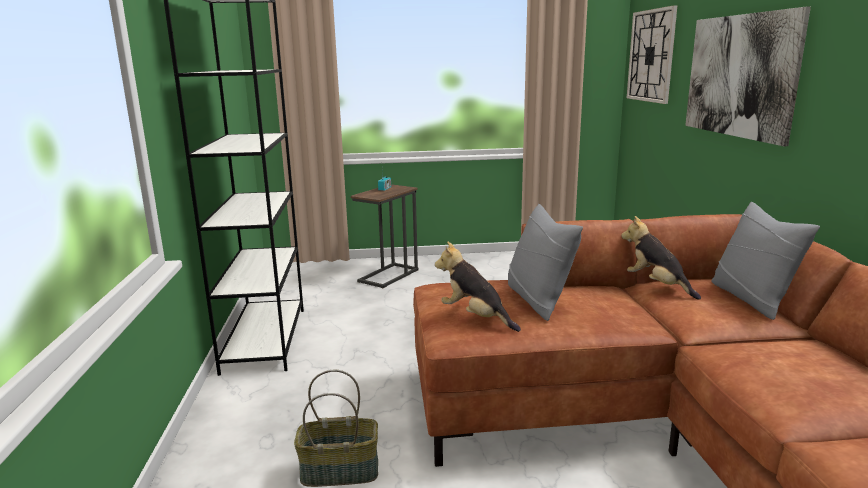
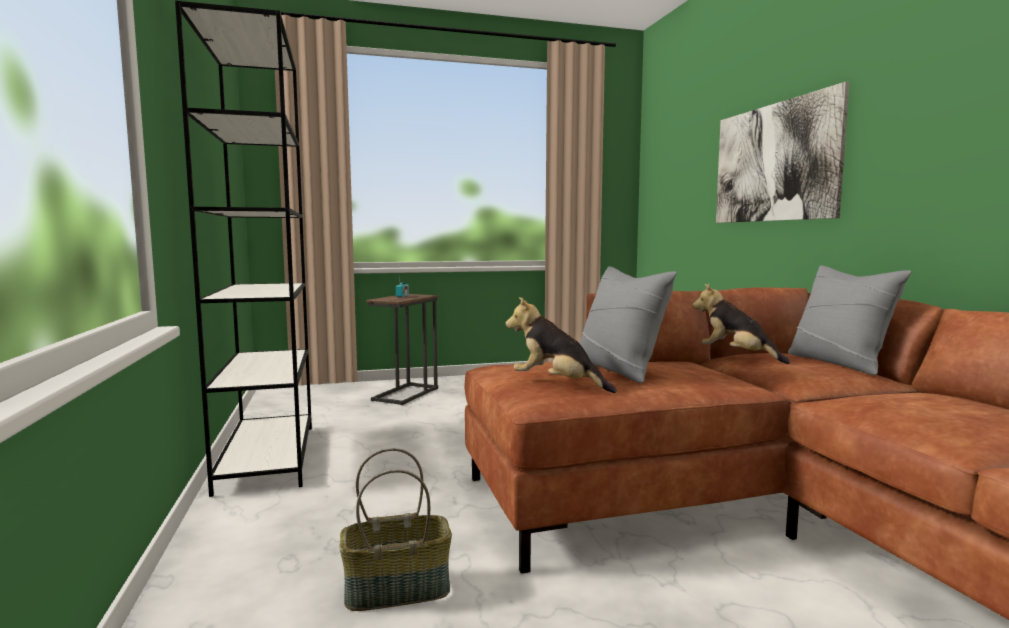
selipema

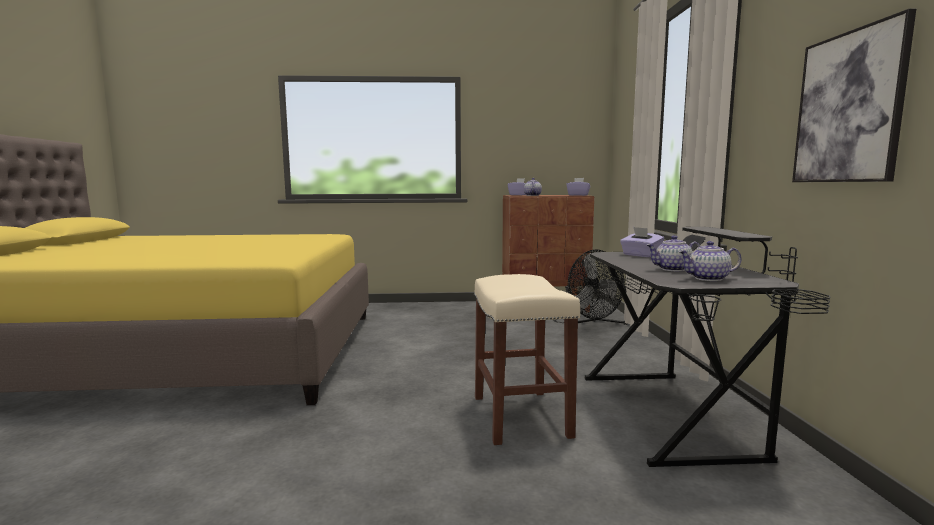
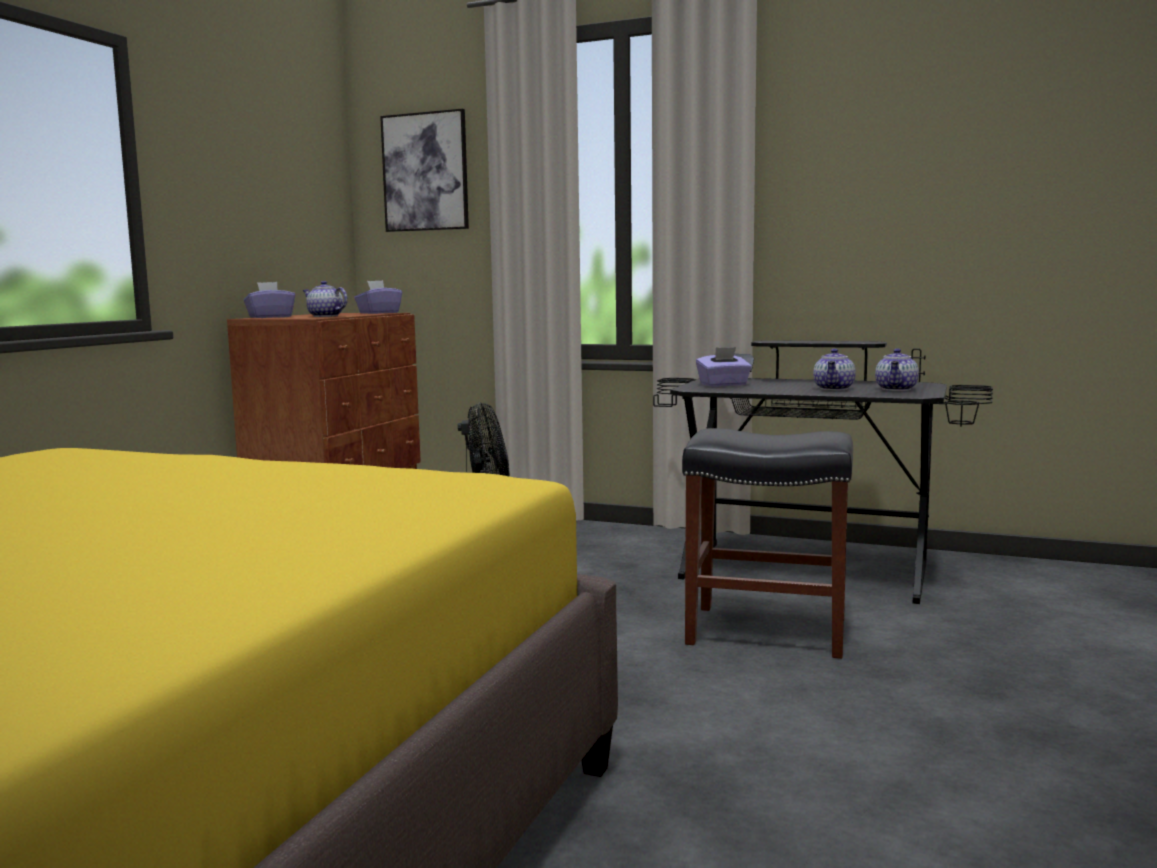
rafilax
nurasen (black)

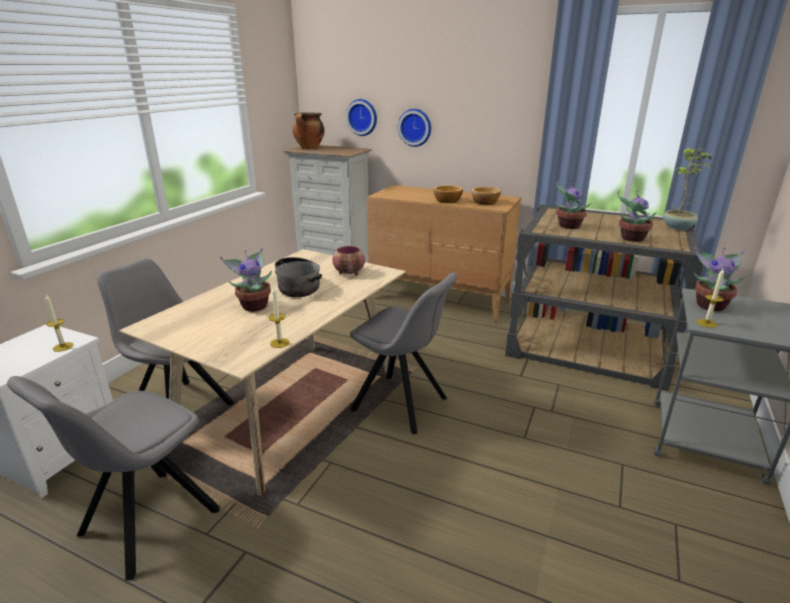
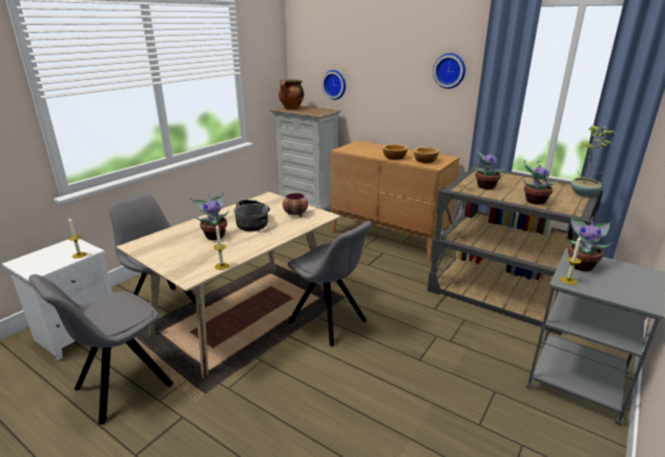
selipema (no. 2 from left)

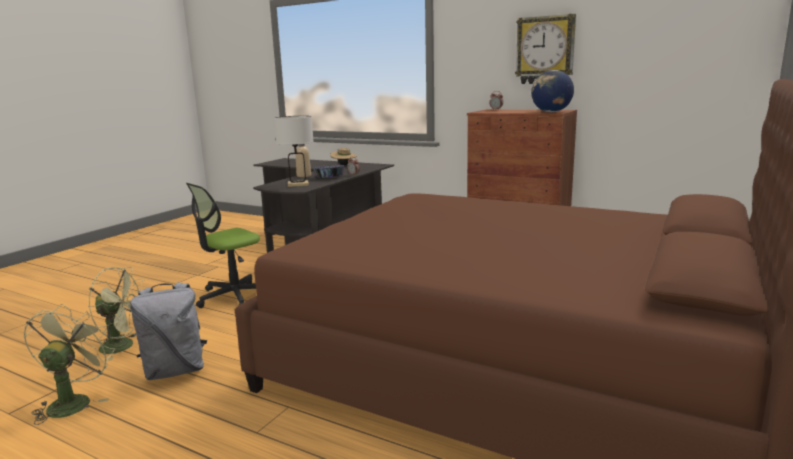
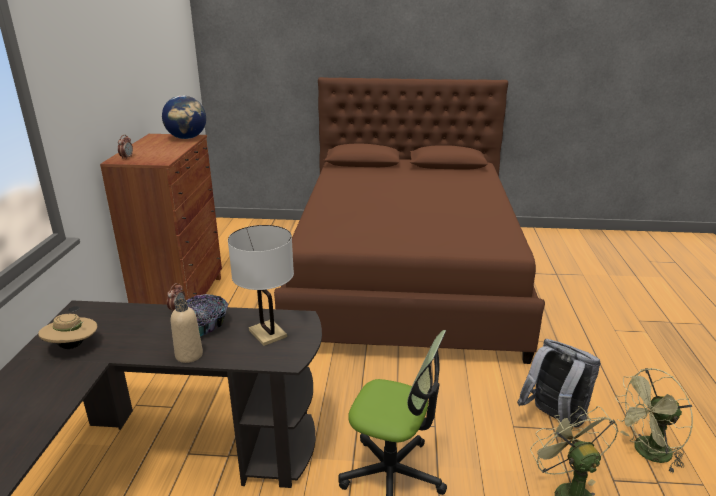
selipema

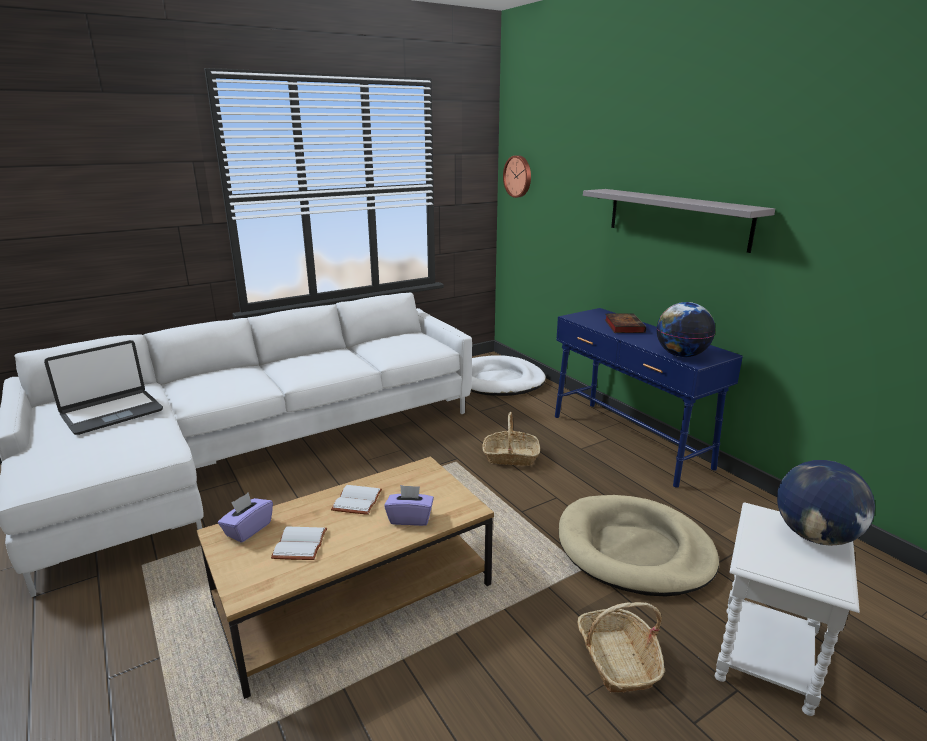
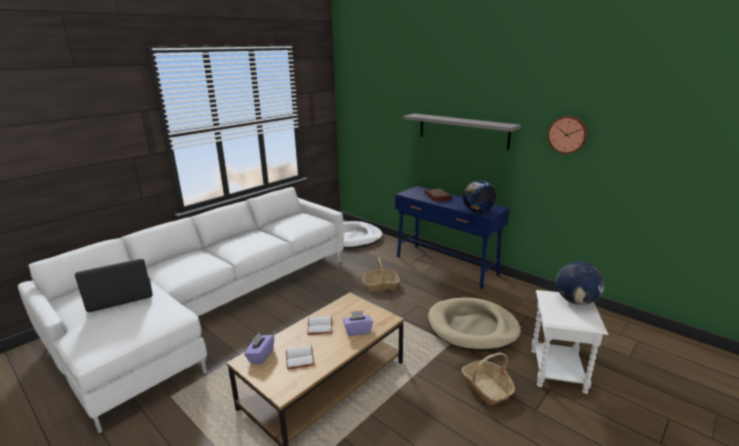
selipema
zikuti

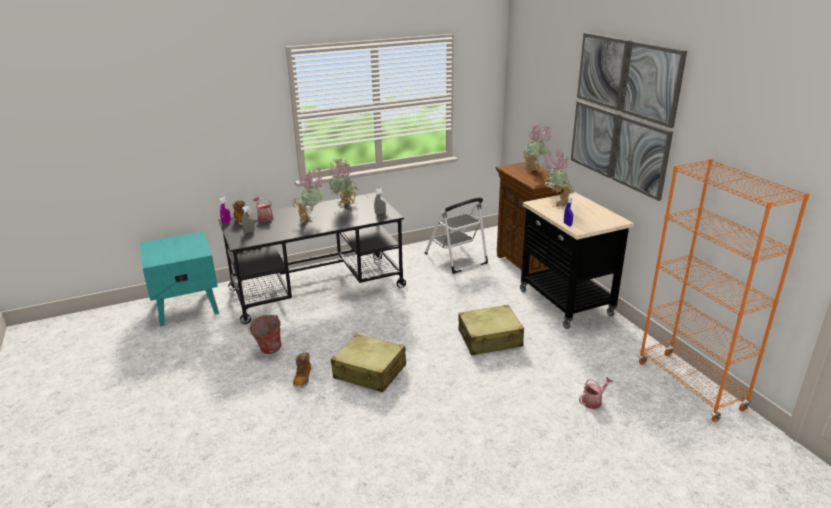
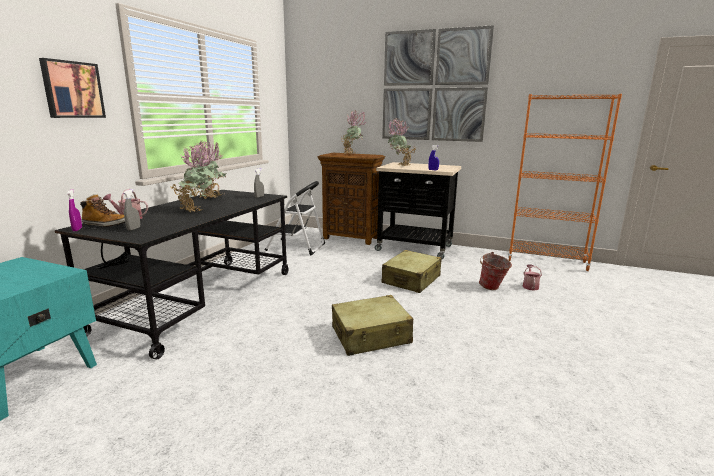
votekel (no. 2 from left in the first image)
rafilax (no. 1 from left)
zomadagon

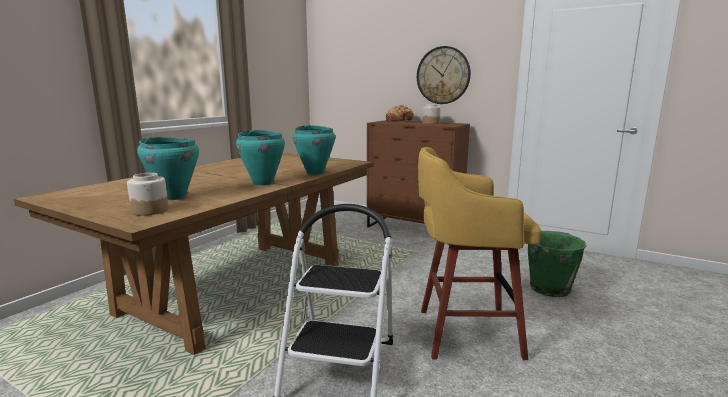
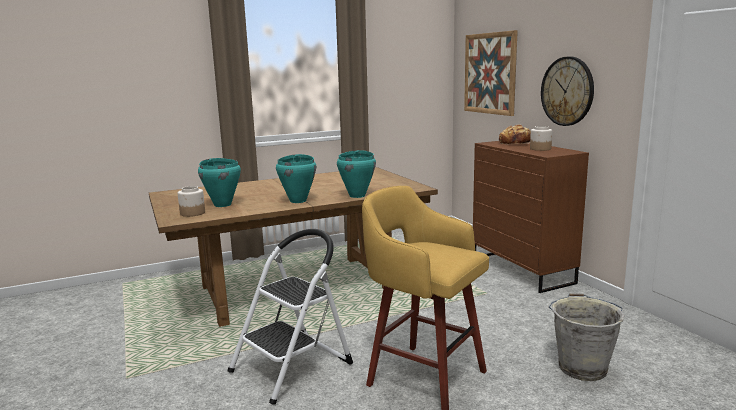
rafilax
zomadagon (grey)

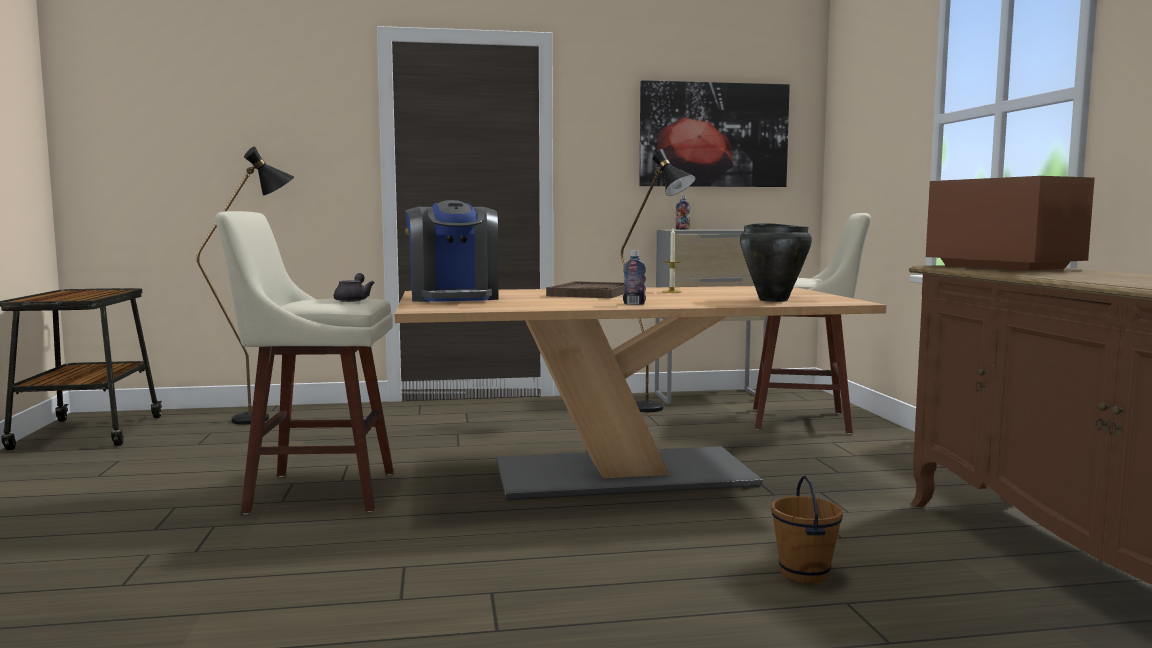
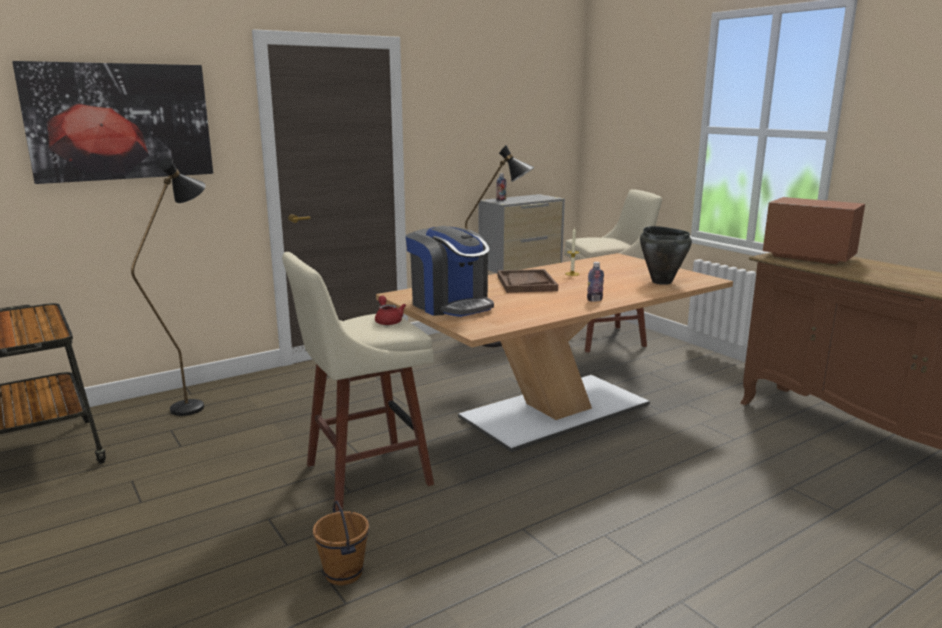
rafilax
zomadagon (brown)
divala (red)

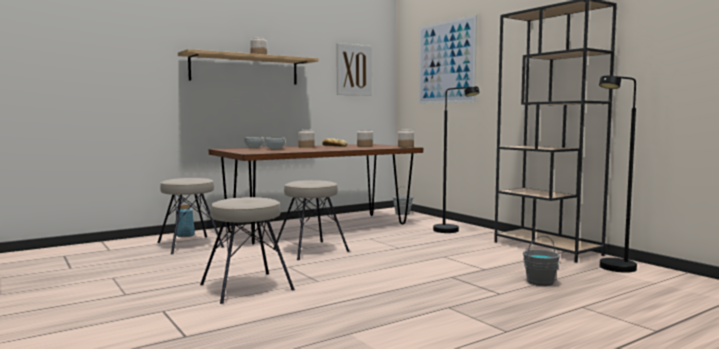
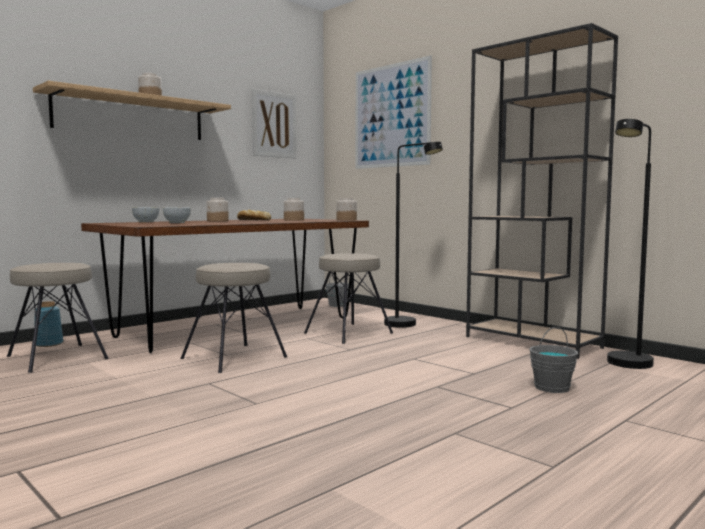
nurasen (beige) (no. 3 from left)

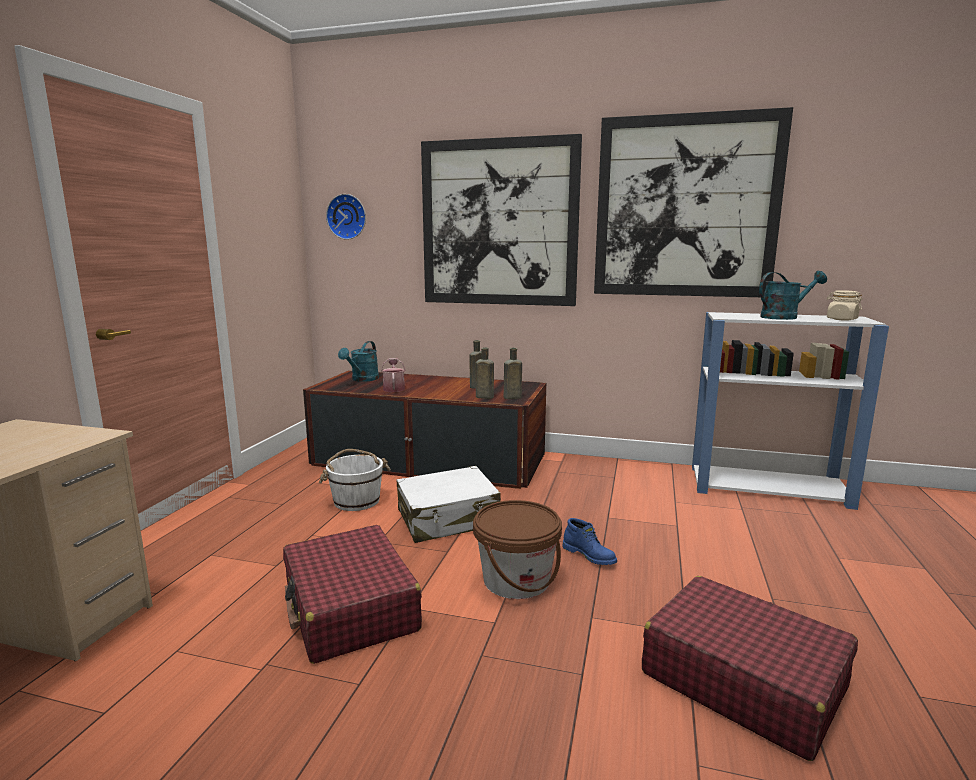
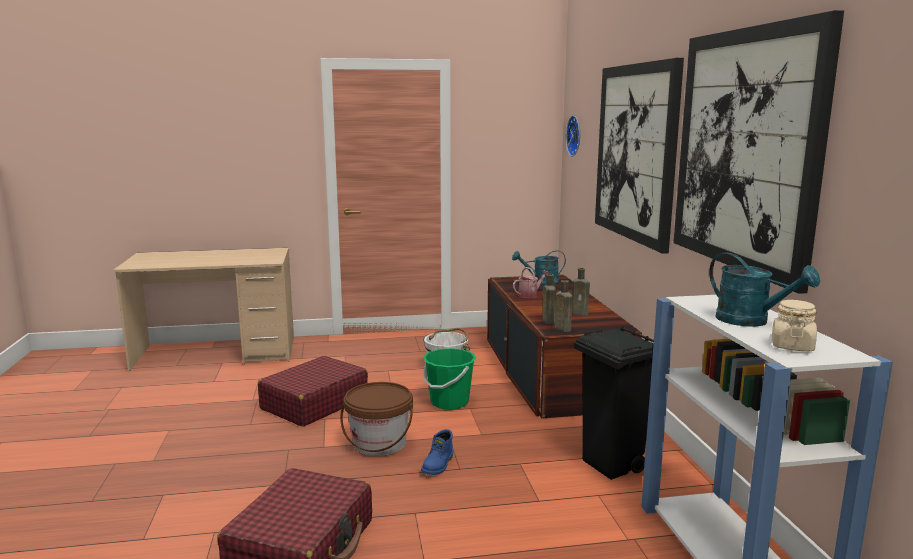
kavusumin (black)
zomadagon (green)

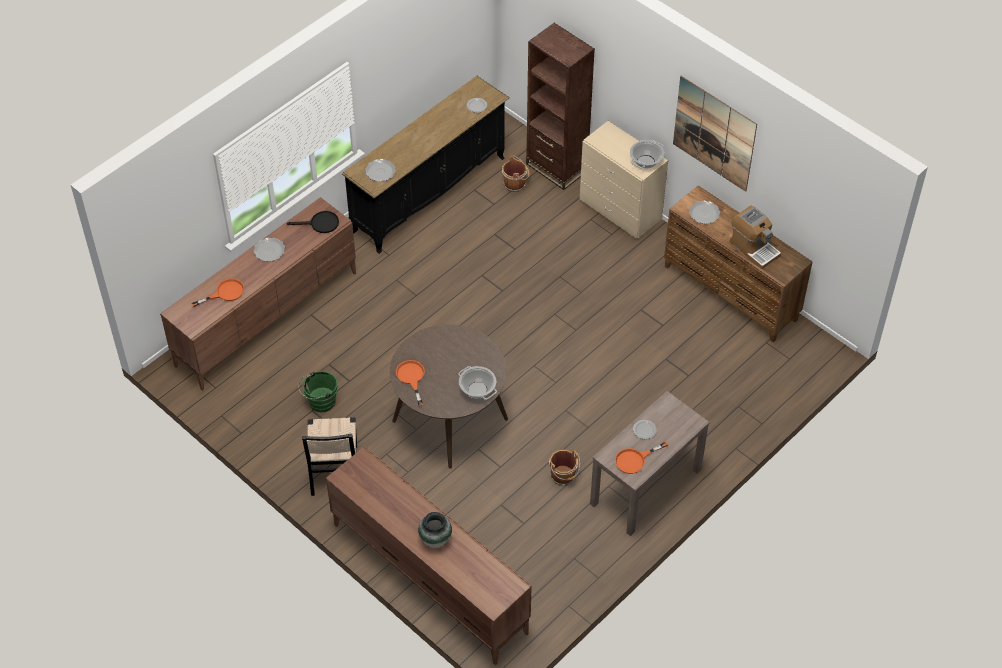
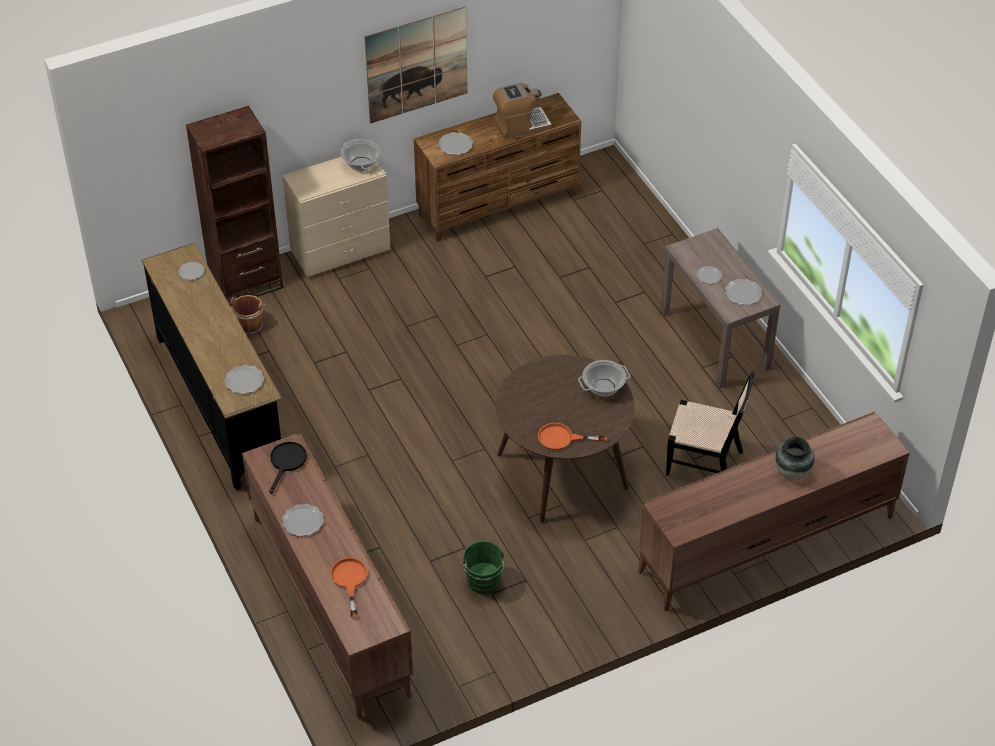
zomadagon (brown) (no. 2 from left in the first image)
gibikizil
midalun (no. 6 from left)

